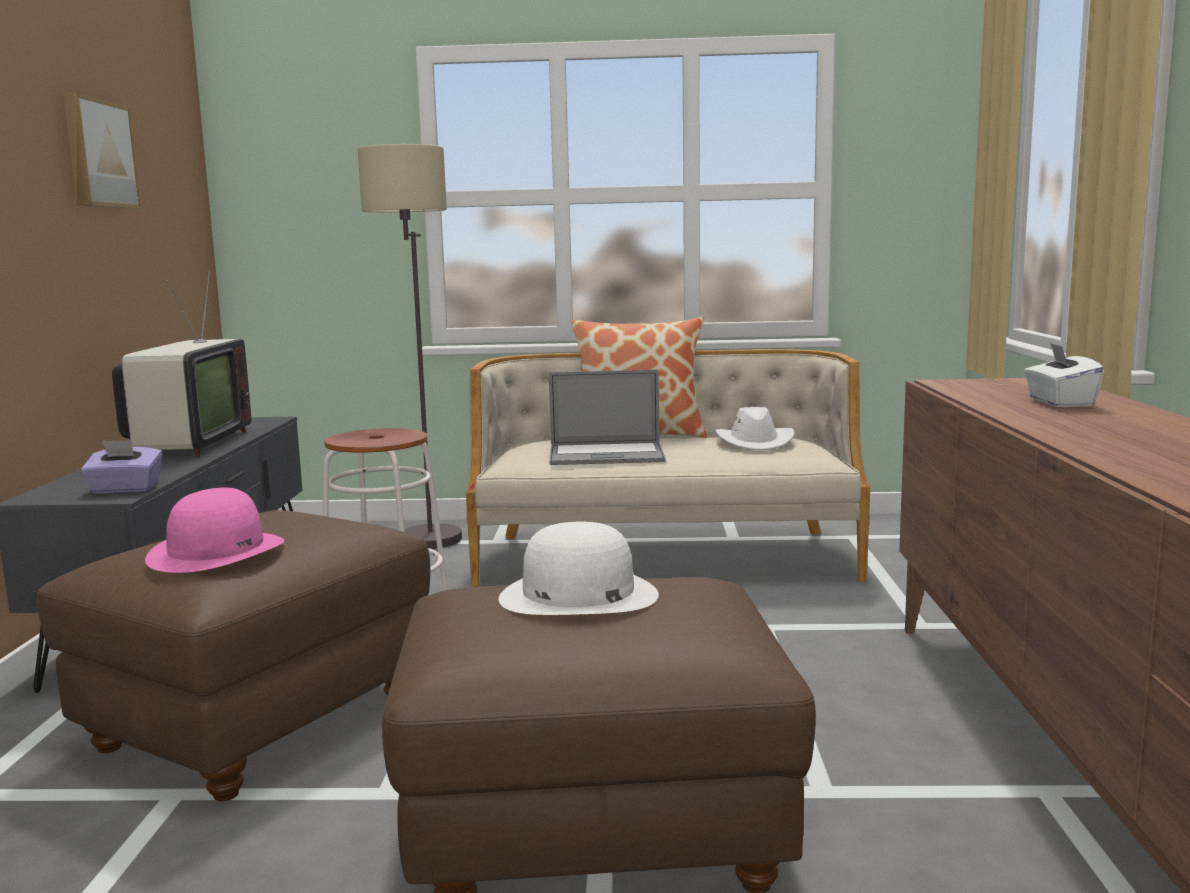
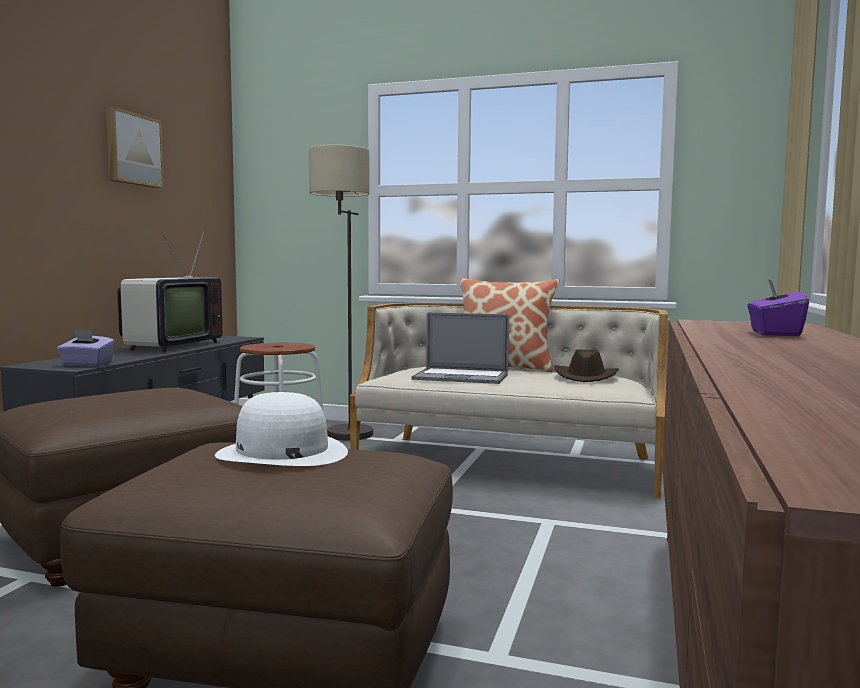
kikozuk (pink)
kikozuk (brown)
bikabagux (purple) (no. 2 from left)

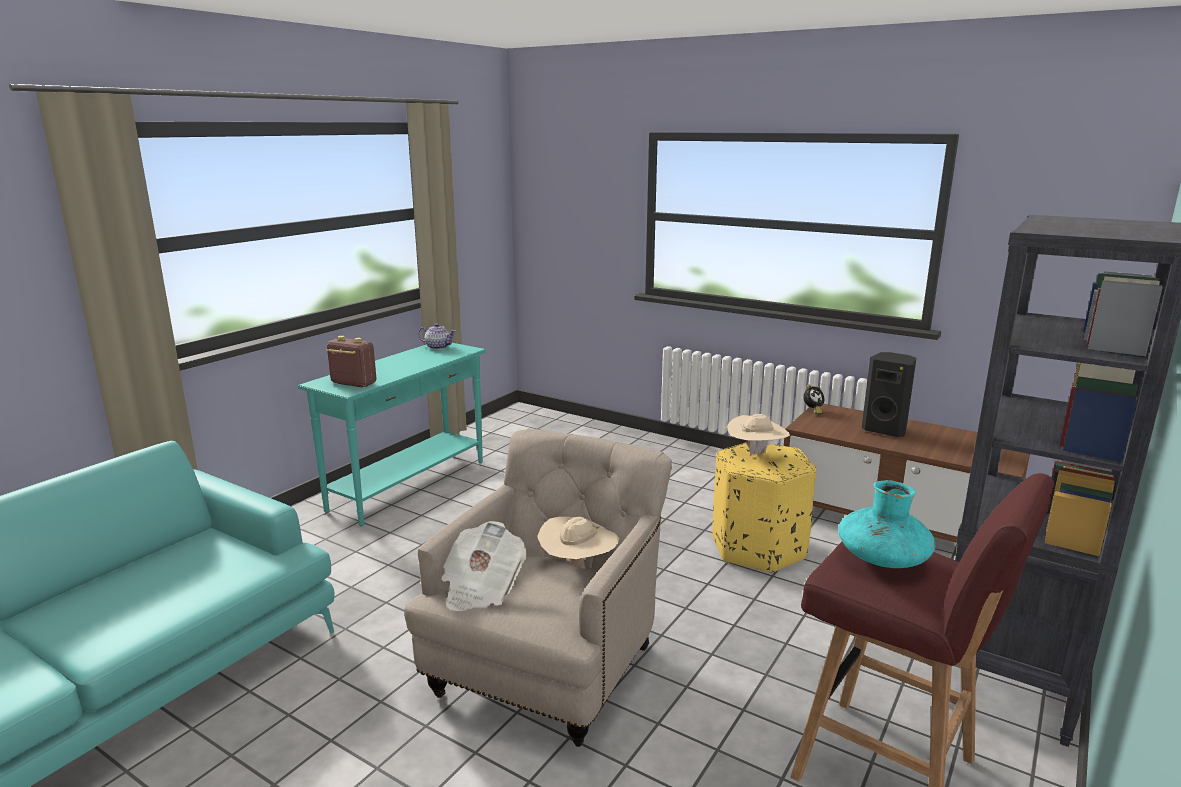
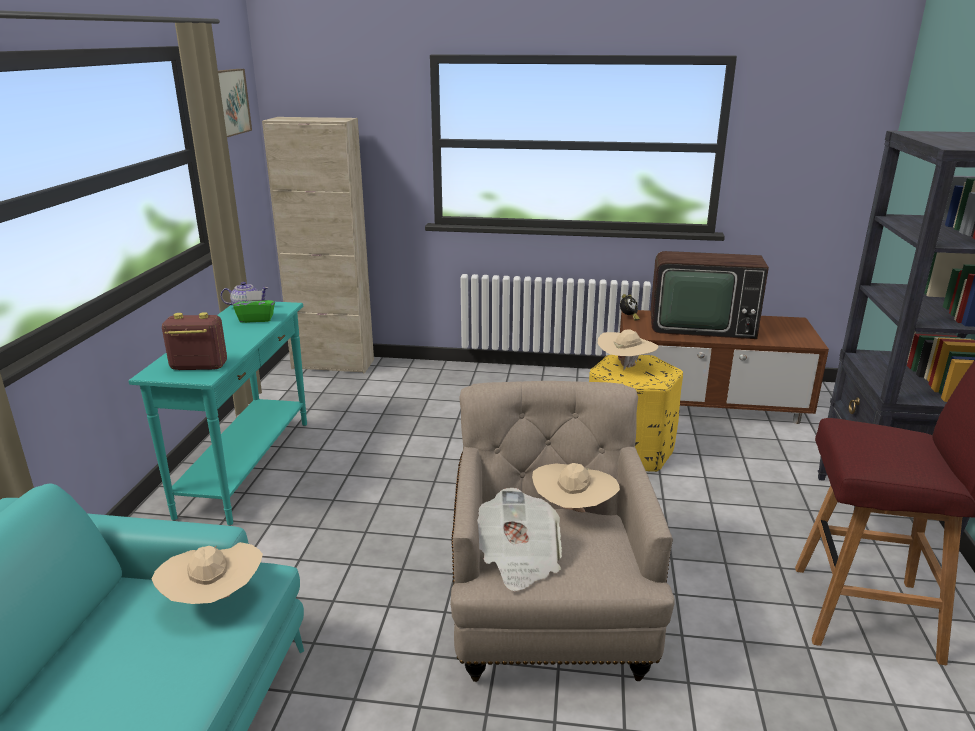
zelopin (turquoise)
kikozuk (beige) (no. 1 from left)
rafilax
bikabagux (green)
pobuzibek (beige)
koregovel

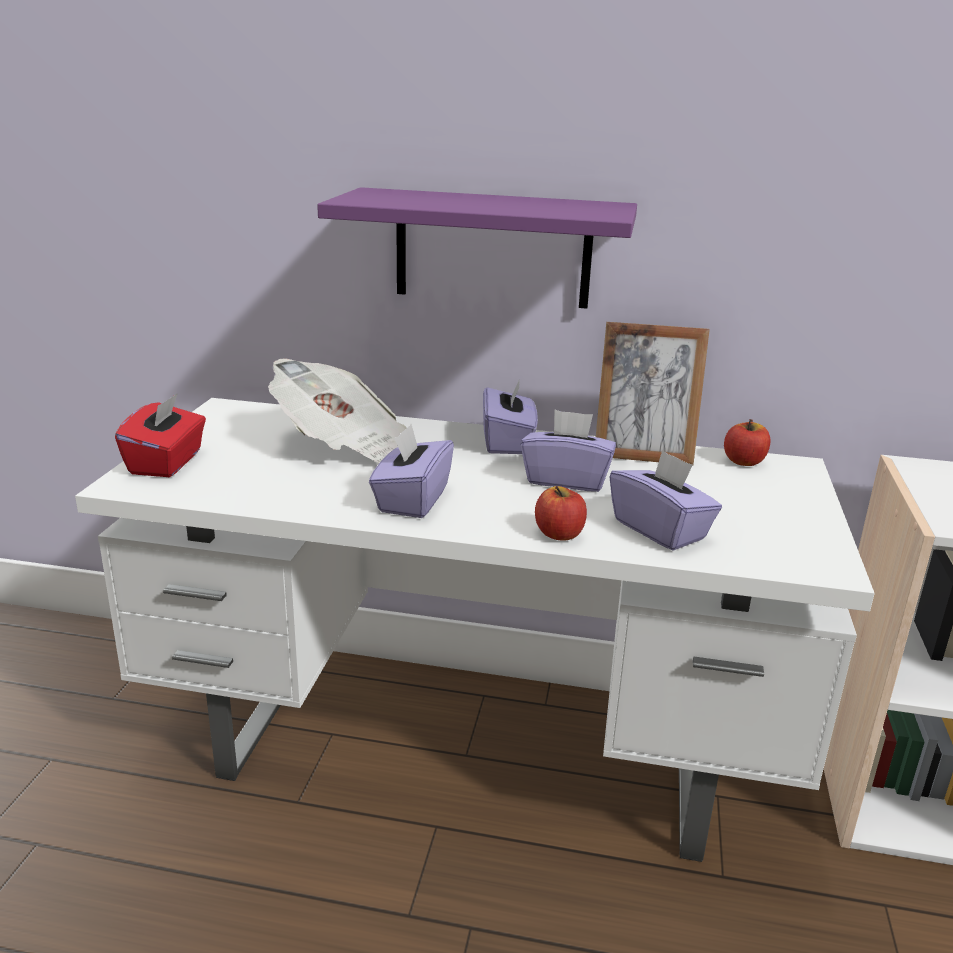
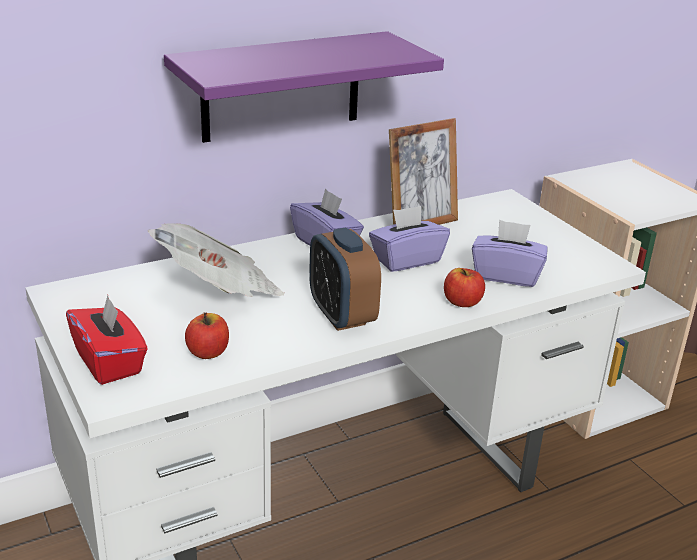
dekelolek (no. 1 from left)
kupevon

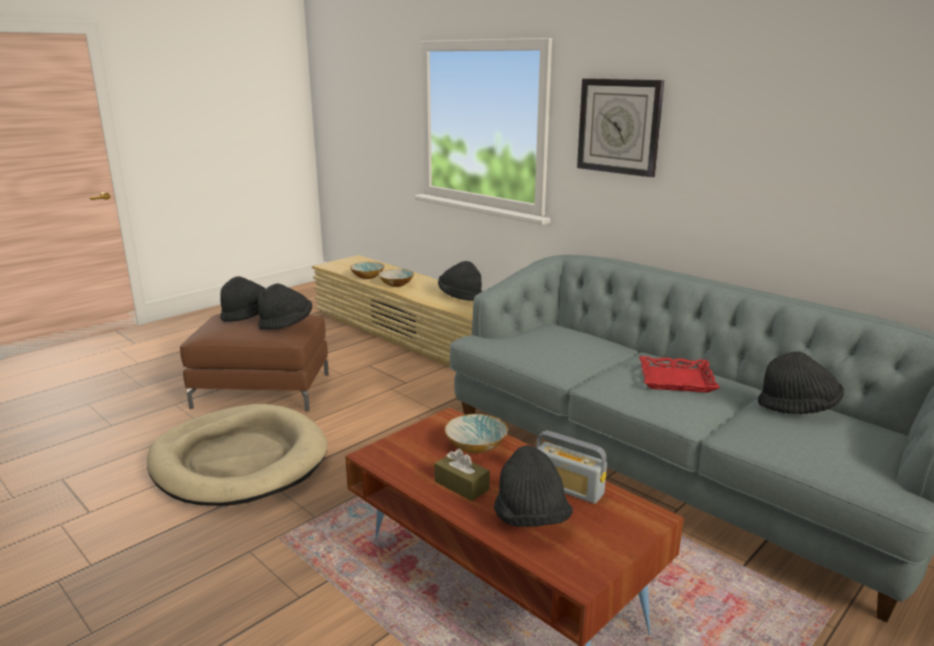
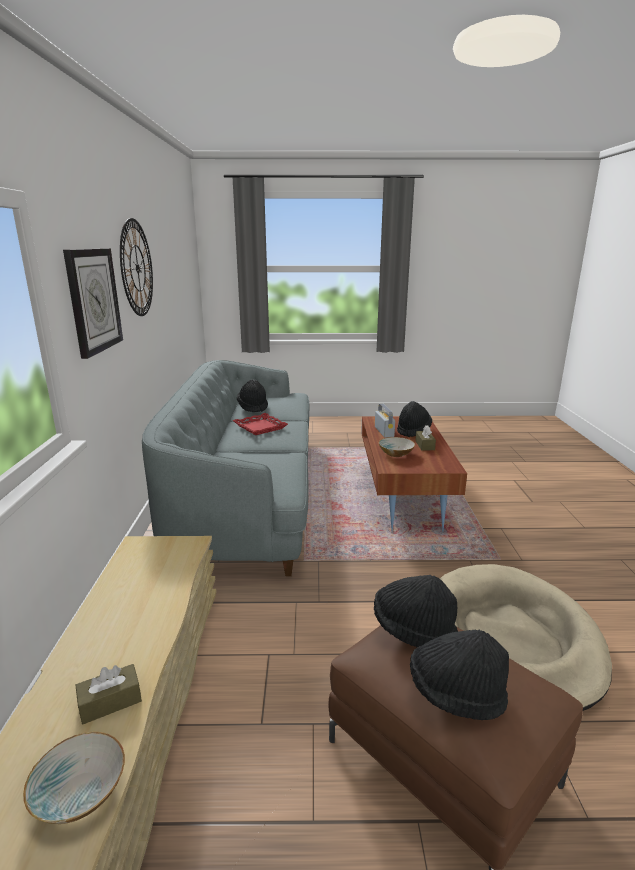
kikozuk (black) (no. 3 from left in the first image)
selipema (no. 2 from left)
bikabagux (brown) (no. 1 from left)

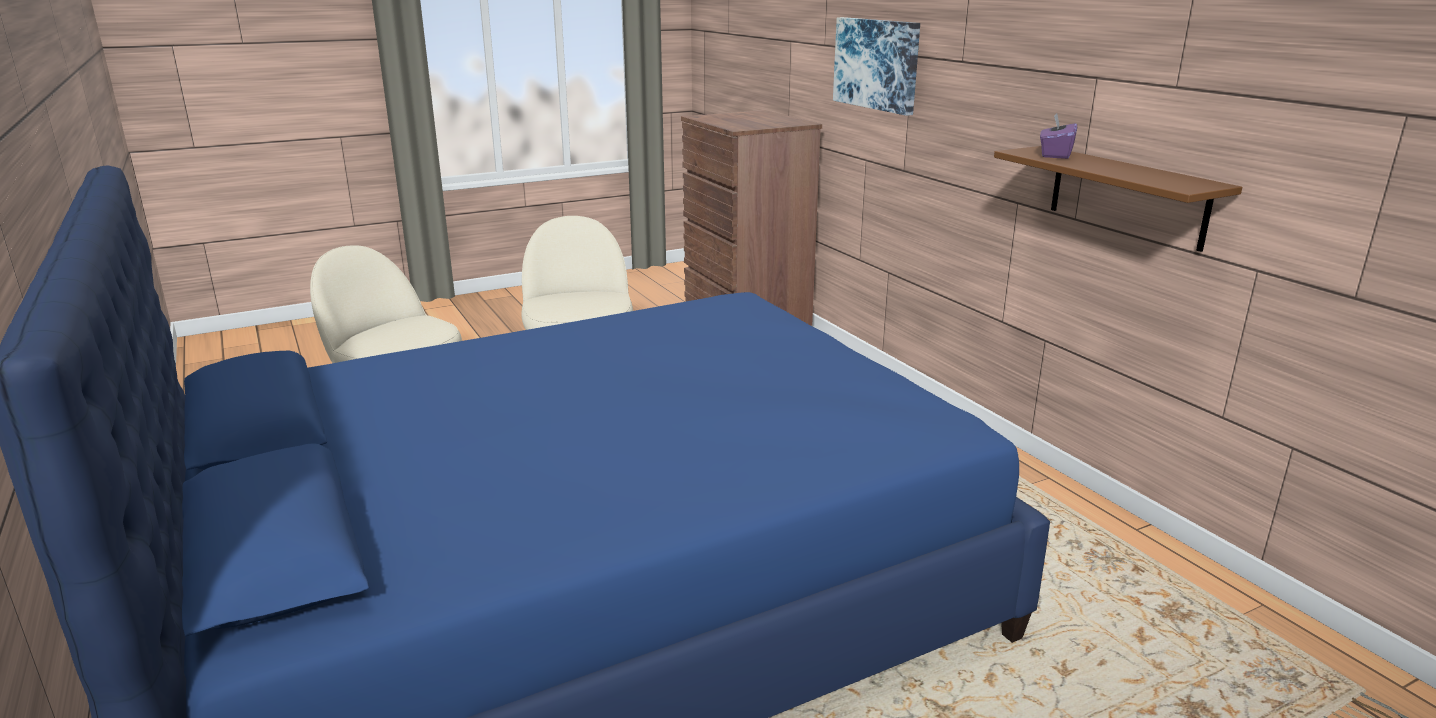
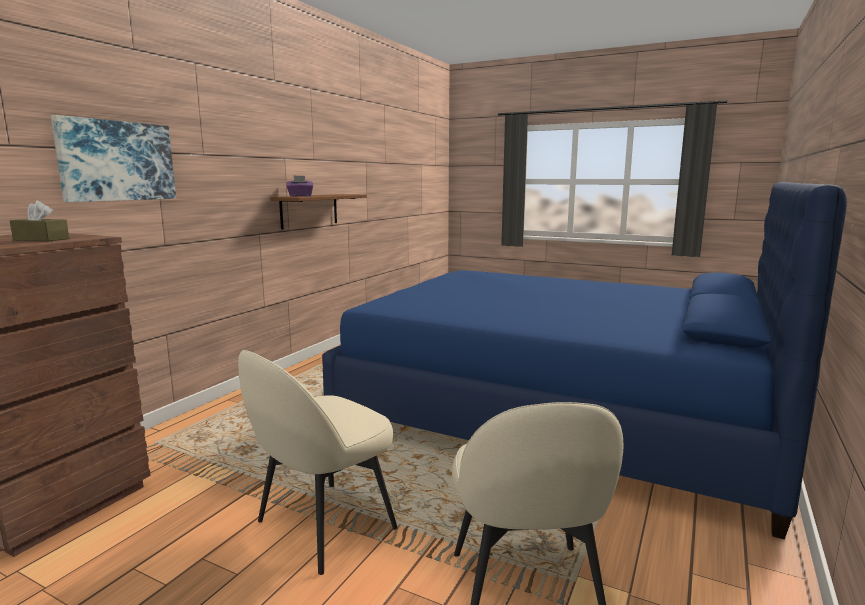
bikabagux (brown)

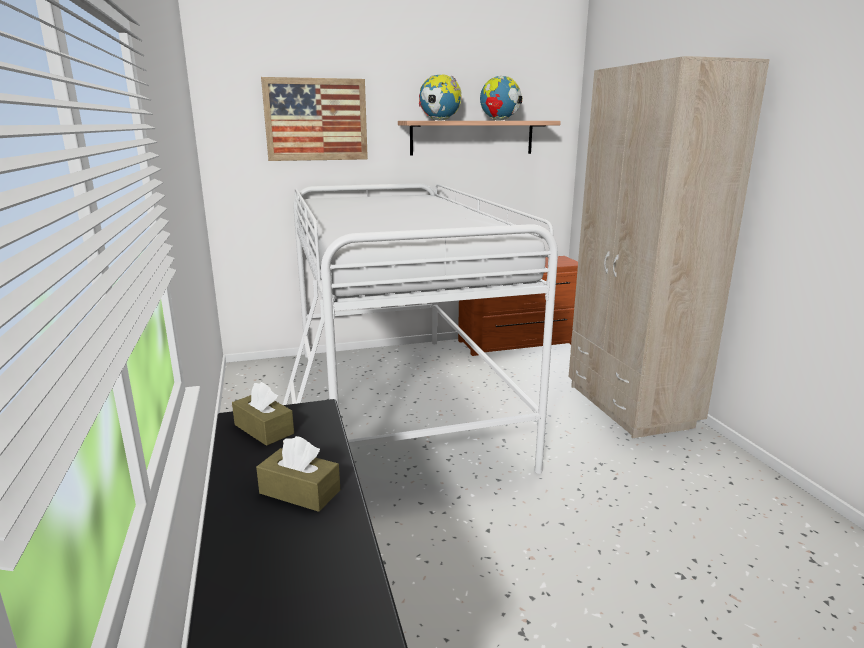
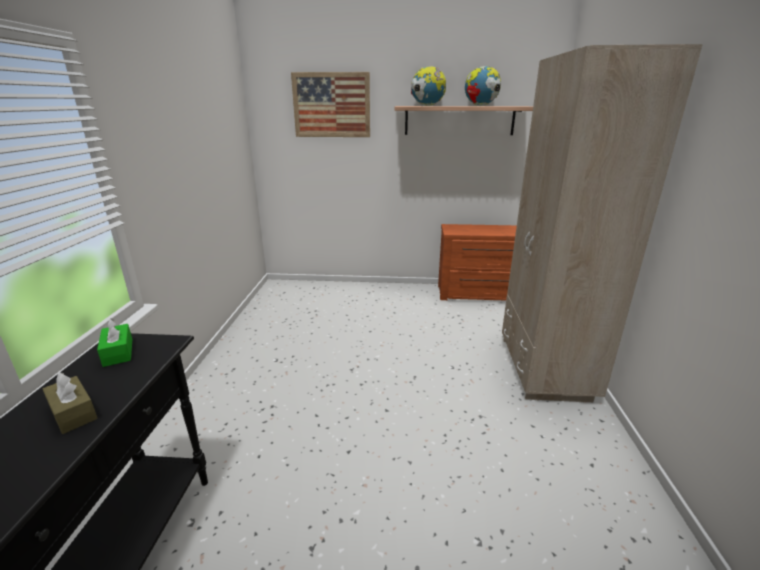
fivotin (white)
bikabagux (green)

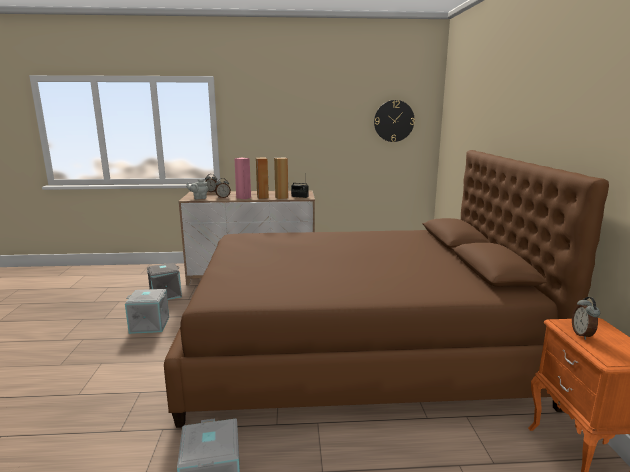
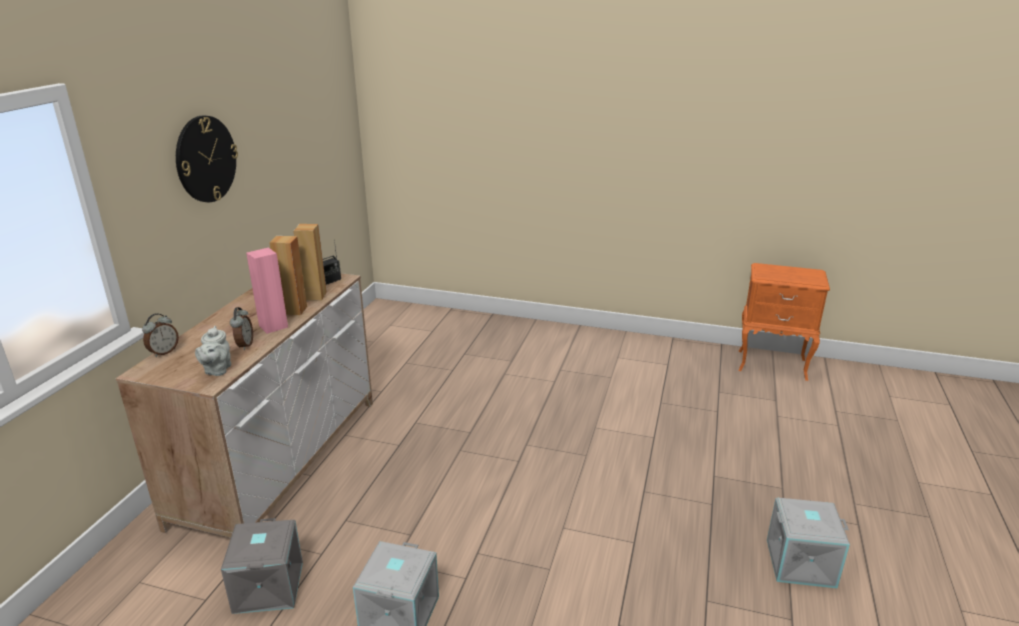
fivotin (brown)
kupevon (no. 3 from left in the first image)
selipema

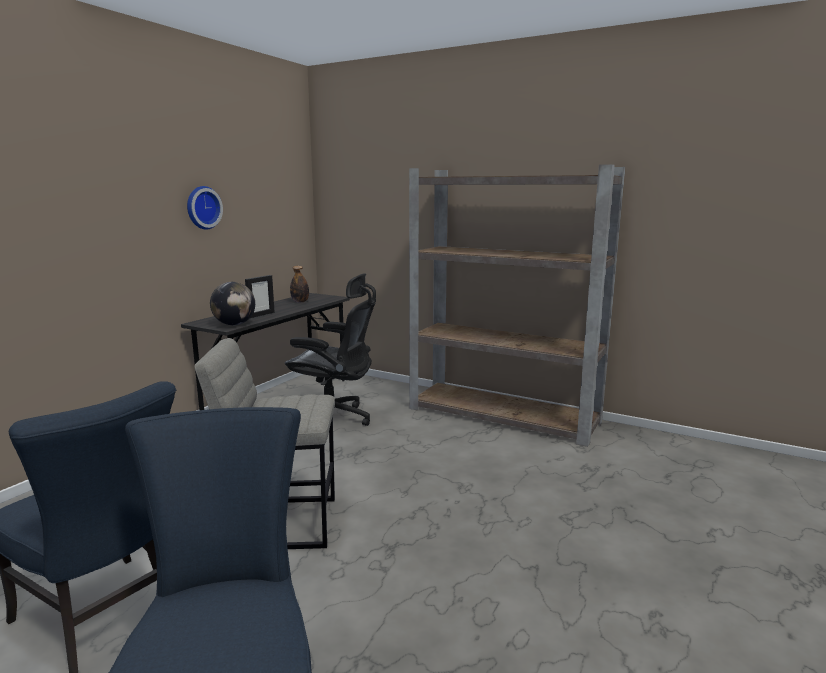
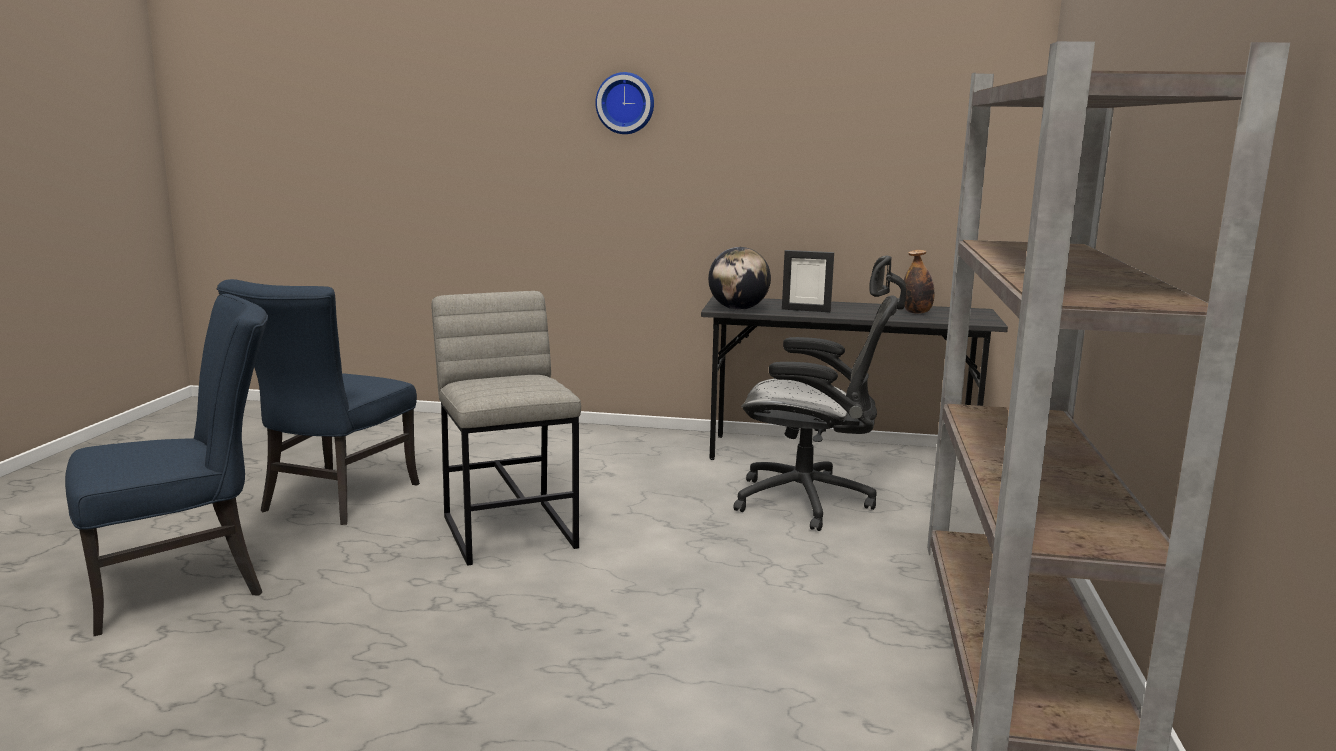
selipema
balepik

